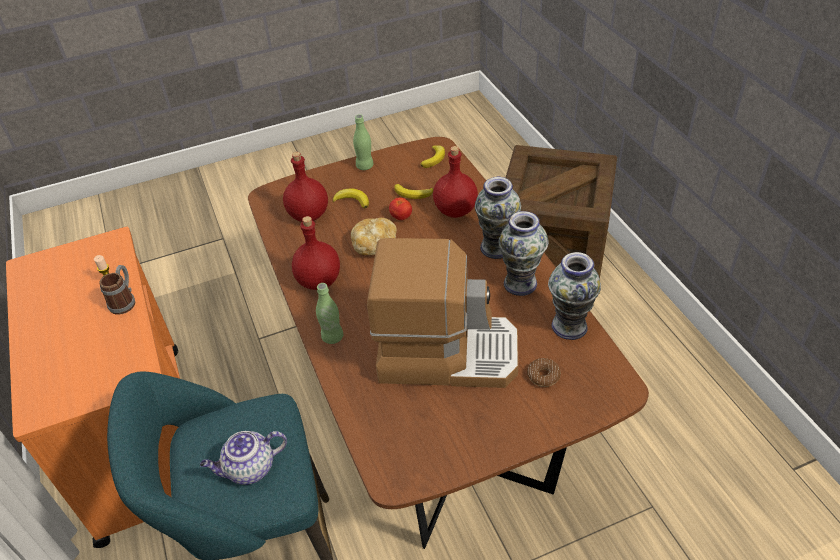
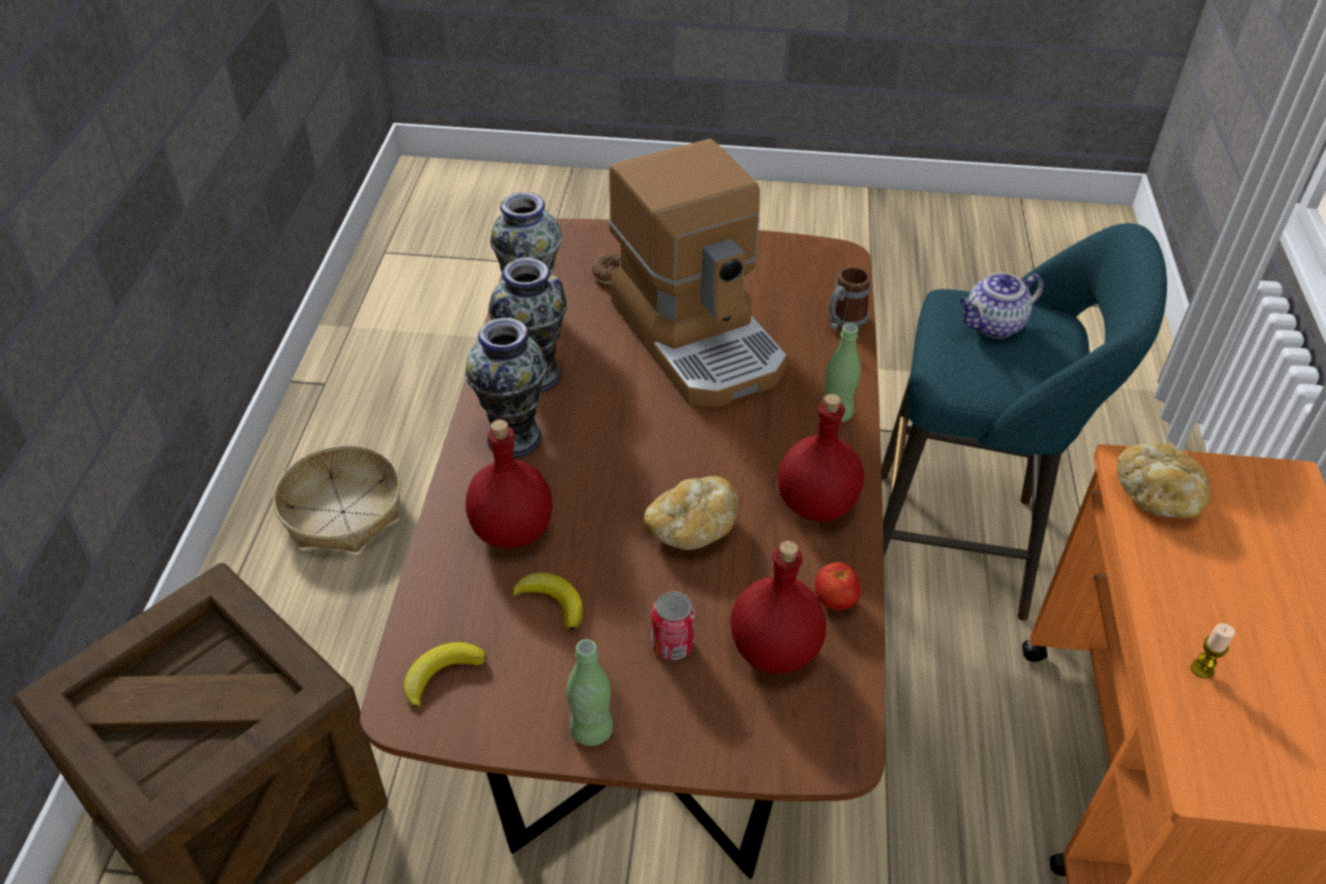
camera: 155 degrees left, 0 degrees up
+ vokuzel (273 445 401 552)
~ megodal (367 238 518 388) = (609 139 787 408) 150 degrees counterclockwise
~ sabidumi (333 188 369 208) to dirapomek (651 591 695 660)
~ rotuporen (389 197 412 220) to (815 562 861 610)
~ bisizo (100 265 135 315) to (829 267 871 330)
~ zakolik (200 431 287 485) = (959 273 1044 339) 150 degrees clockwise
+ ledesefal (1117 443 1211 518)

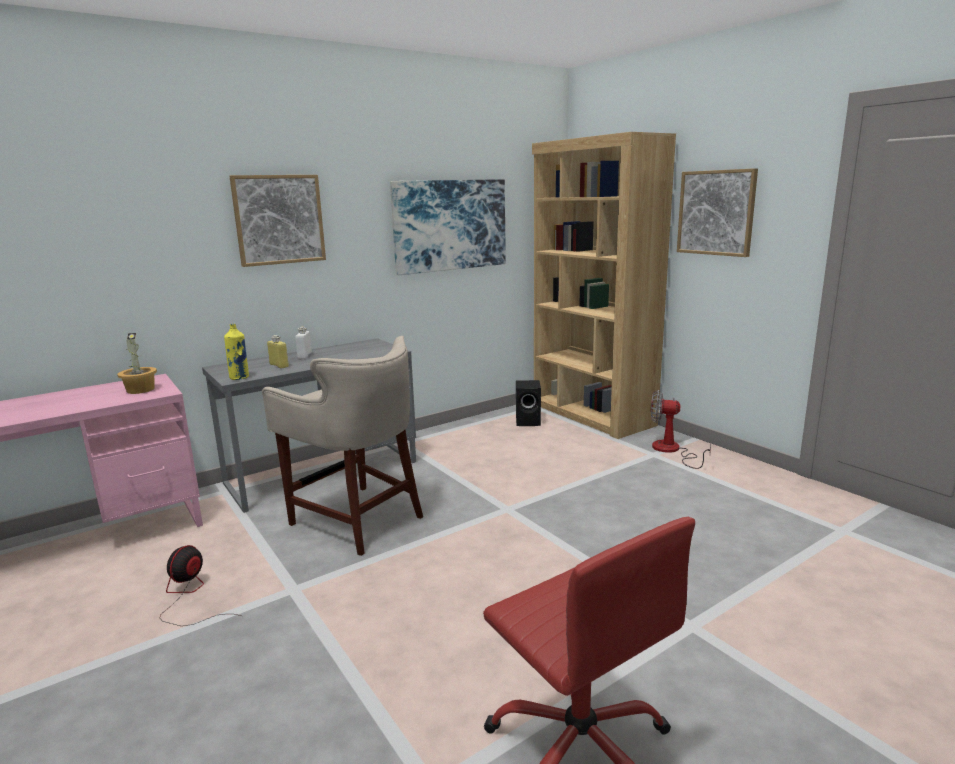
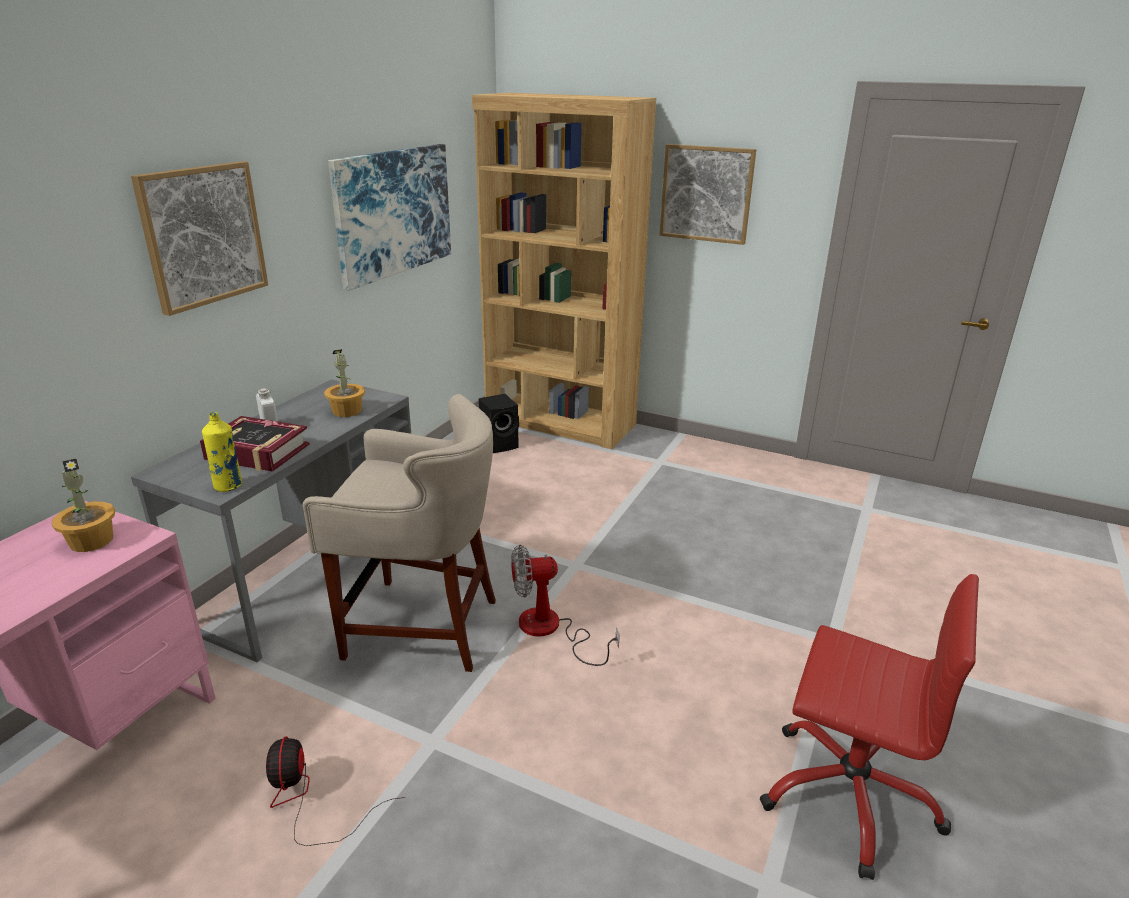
camera: 30 degrees left, 10 degrees up
~ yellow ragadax (267 335 289 369) to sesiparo (200 416 310 472)
+ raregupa (324 349 365 417)
~ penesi (651 390 711 469) to (511 545 620 666)

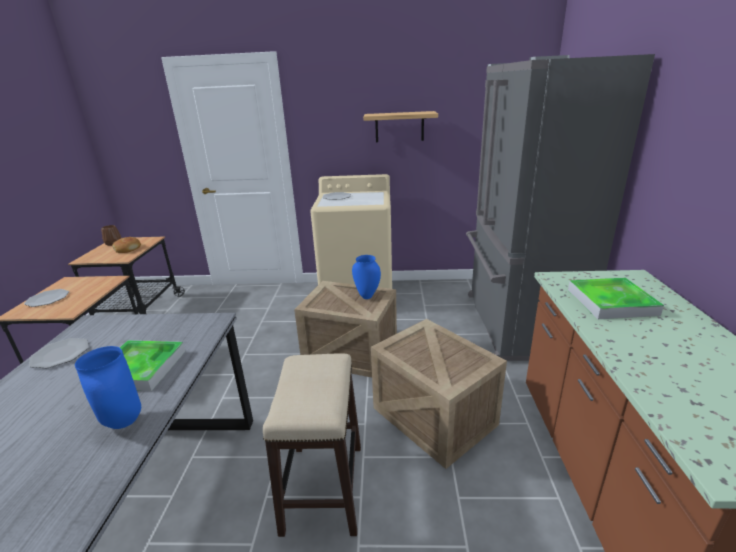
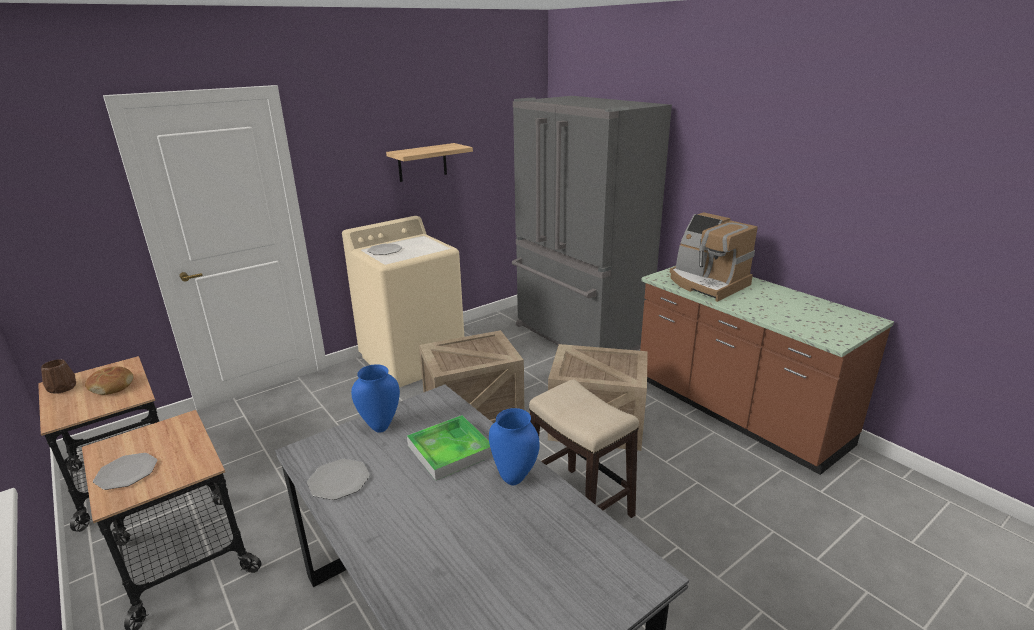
camera: 40 degrees left, 0 degrees up
~ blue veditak (352 255 381 299) to (351 364 400 433)
~ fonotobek (568 278 664 319) to megodal (670 212 758 302)

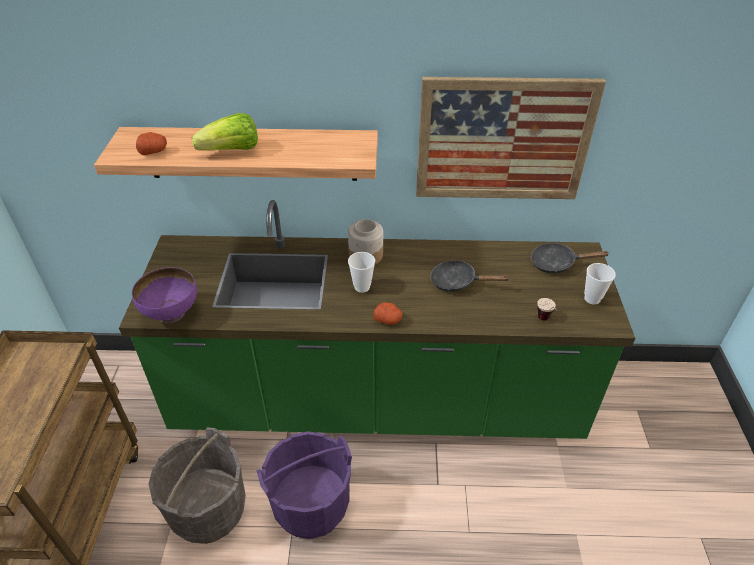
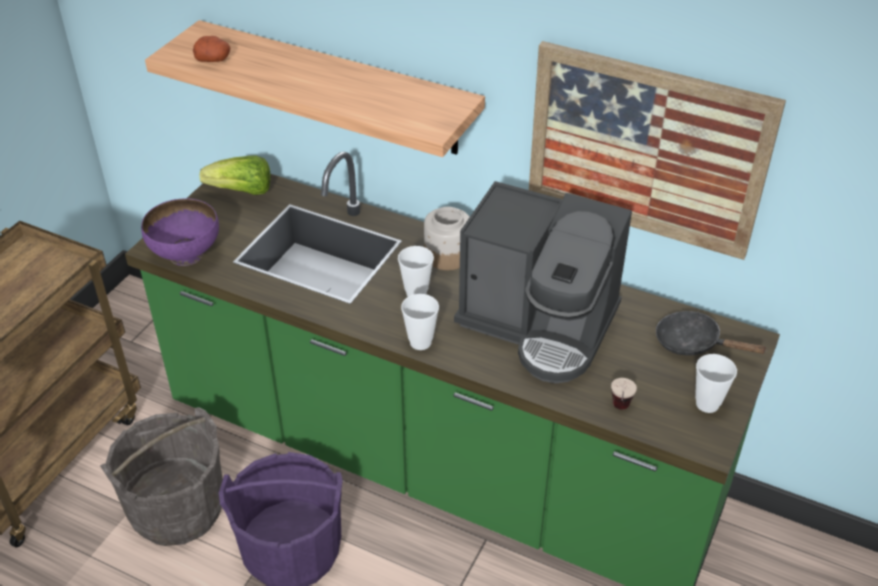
camera: 25 degrees right, 0 degrees up
~ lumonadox (192 113 258 151) to (200 155 271 195)
~ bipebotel (373 302 403 325) to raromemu (401 294 439 350)
~ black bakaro (430 260 510 292) to megodal (454 181 632 383)

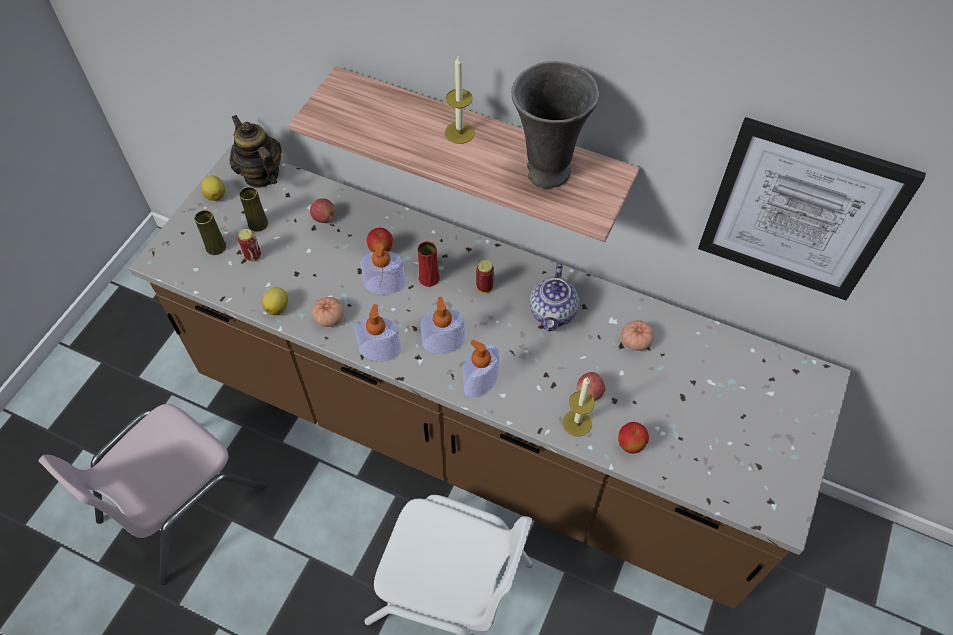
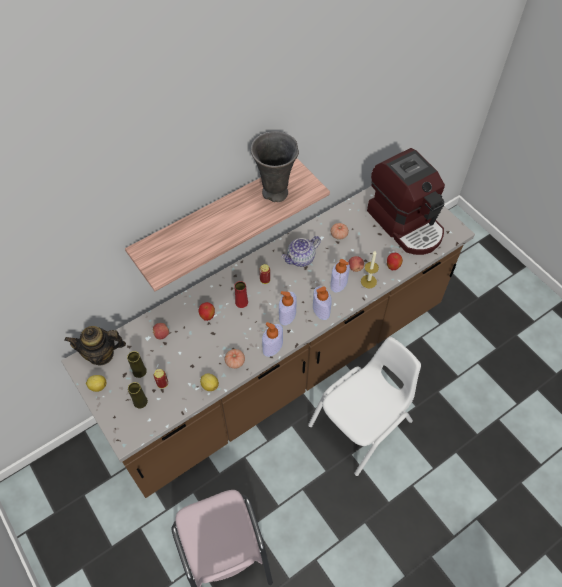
camera: 60 degrees left, 0 degrees up
~ zakolik (530 263 579 331) = (282 236 321 267) 105 degrees clockwise
~ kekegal (360 243 405 295) to (330 259 350 293)
+ megodal (367 148 445 255)
- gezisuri (445 55 475 144)
- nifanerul (698 117 926 301)

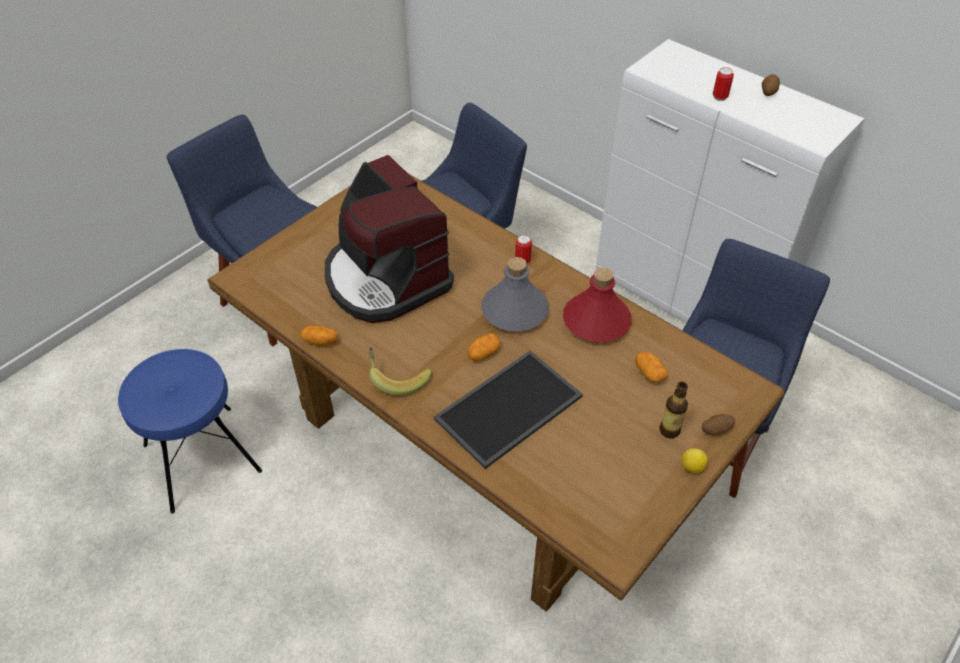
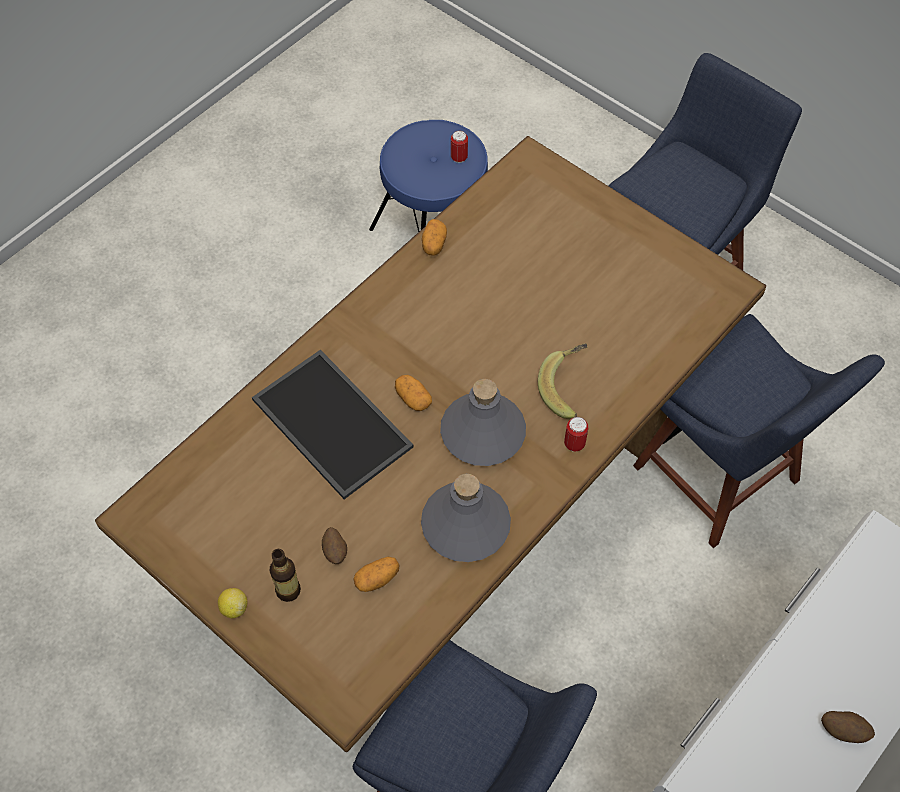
camera: 90 degrees right, 10 degrees up
~ bipebotel (702 414 735 435) to (322 527 347 564)
~ red ragadax (563 267 632 343) to grey ragadax (421 474 511 562)
~ dirapomek (713 67 734 101) to (451 131 468 163)
~ sabidumi (369 347 431 396) to (538 343 588 419)
- megodal (325 155 454 323)

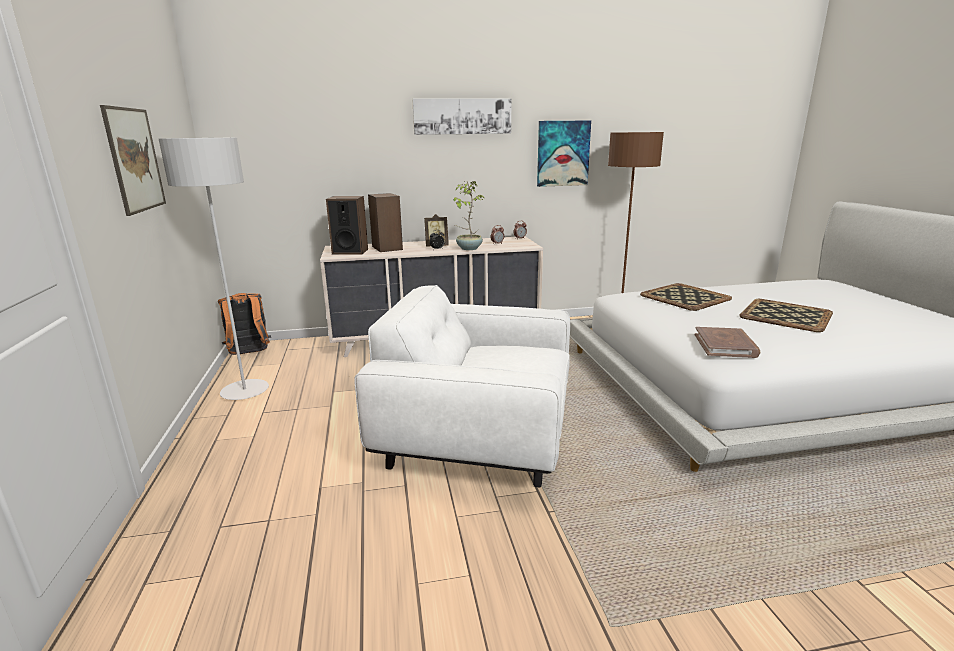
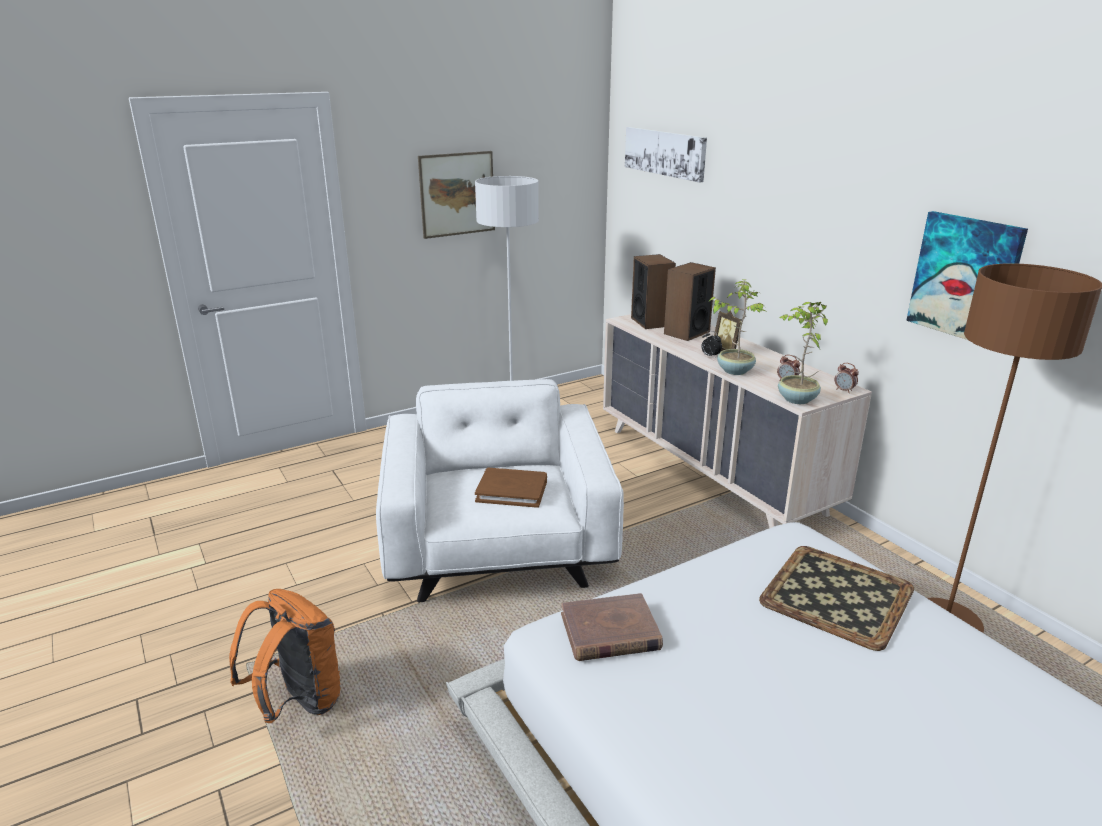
camera: 70 degrees right, 5 degrees up
~ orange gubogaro (218 293 271 355) to (229 589 340 723)
+ brown sesiparo (475 468 547 508)
~ nifanerul (412 98 512 135) to (625 127 707 183)
+ raregupa (778 302 828 404)
- fonotobek (739 299 833 332)

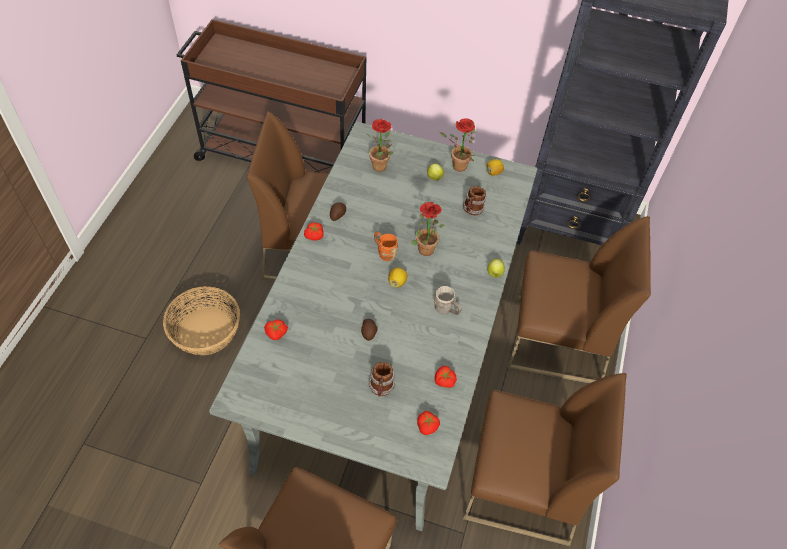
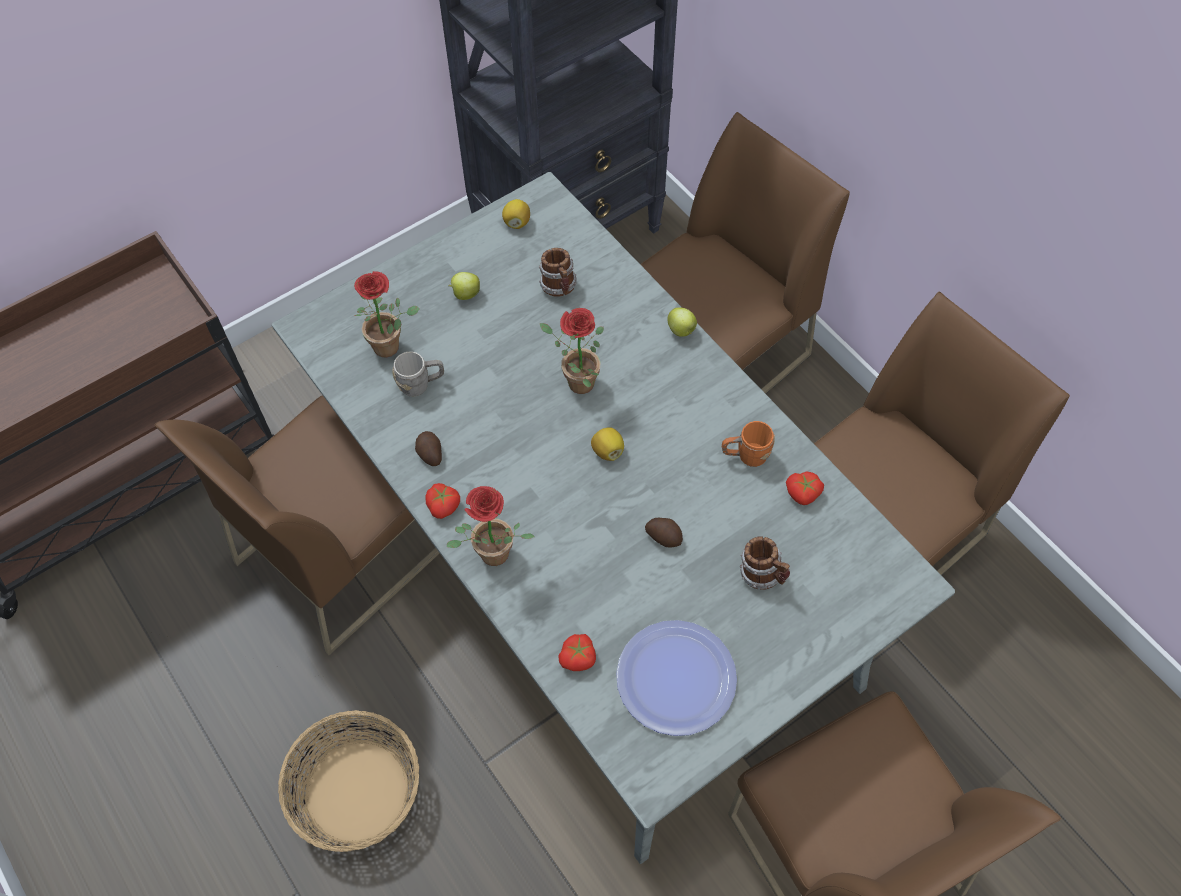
camera: 50 degrees left, 5 degrees up
~ grey bisizo (434 286 462 315) to (392 351 444 397)
~ raregupa (440 118 475 172) to (447 486 535 566)
+ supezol (616 620 737 736)
~ orange bisizo (374 232 398 261) to (722 421 775 467)
- rotuporen (417 411 440 435)

